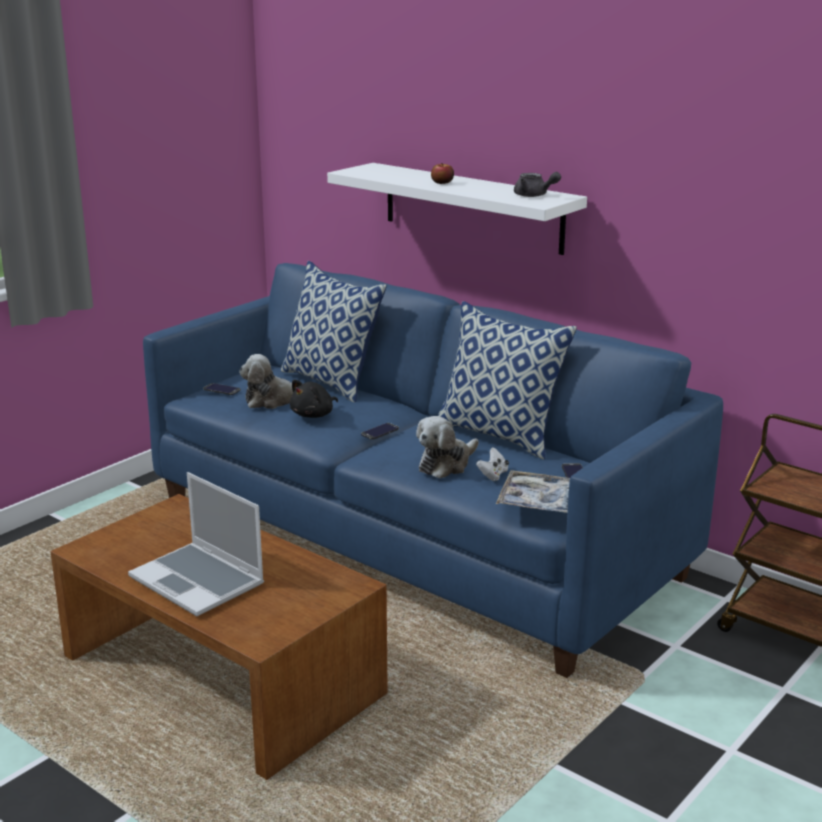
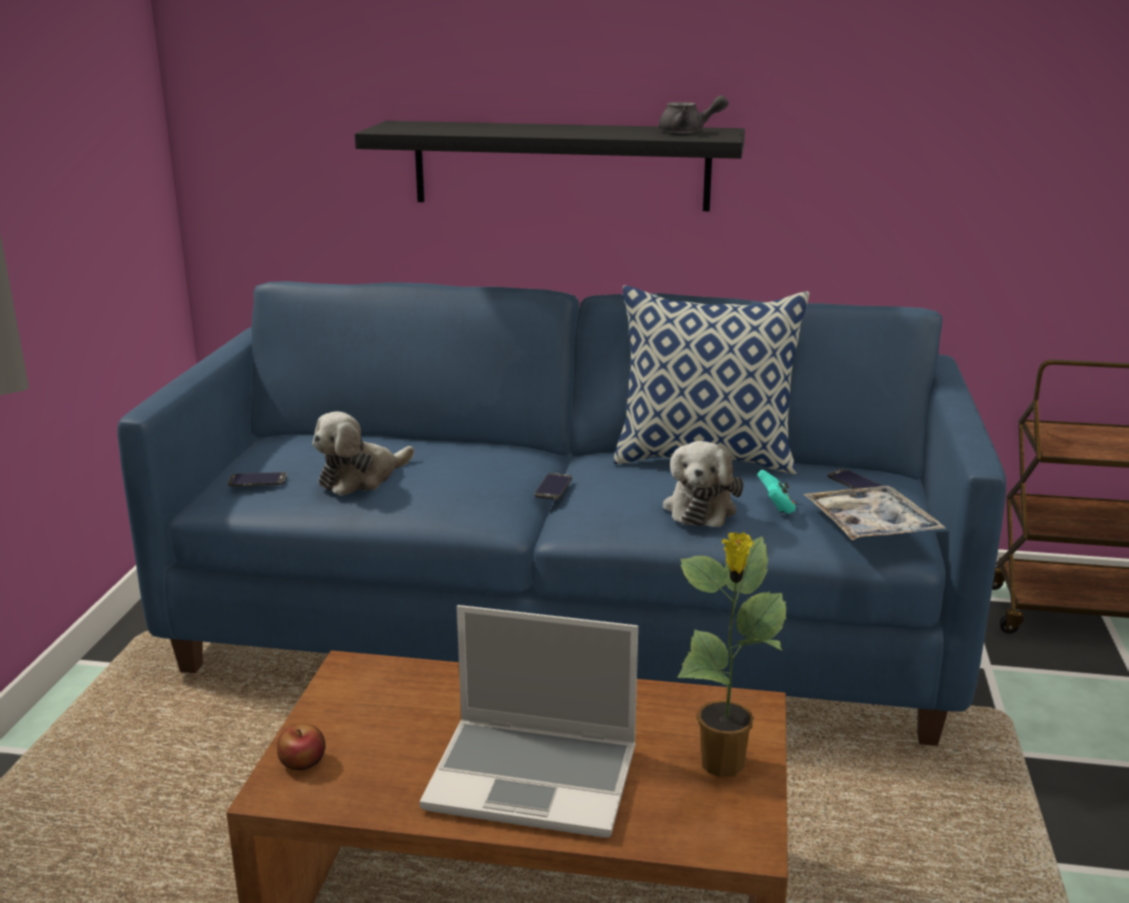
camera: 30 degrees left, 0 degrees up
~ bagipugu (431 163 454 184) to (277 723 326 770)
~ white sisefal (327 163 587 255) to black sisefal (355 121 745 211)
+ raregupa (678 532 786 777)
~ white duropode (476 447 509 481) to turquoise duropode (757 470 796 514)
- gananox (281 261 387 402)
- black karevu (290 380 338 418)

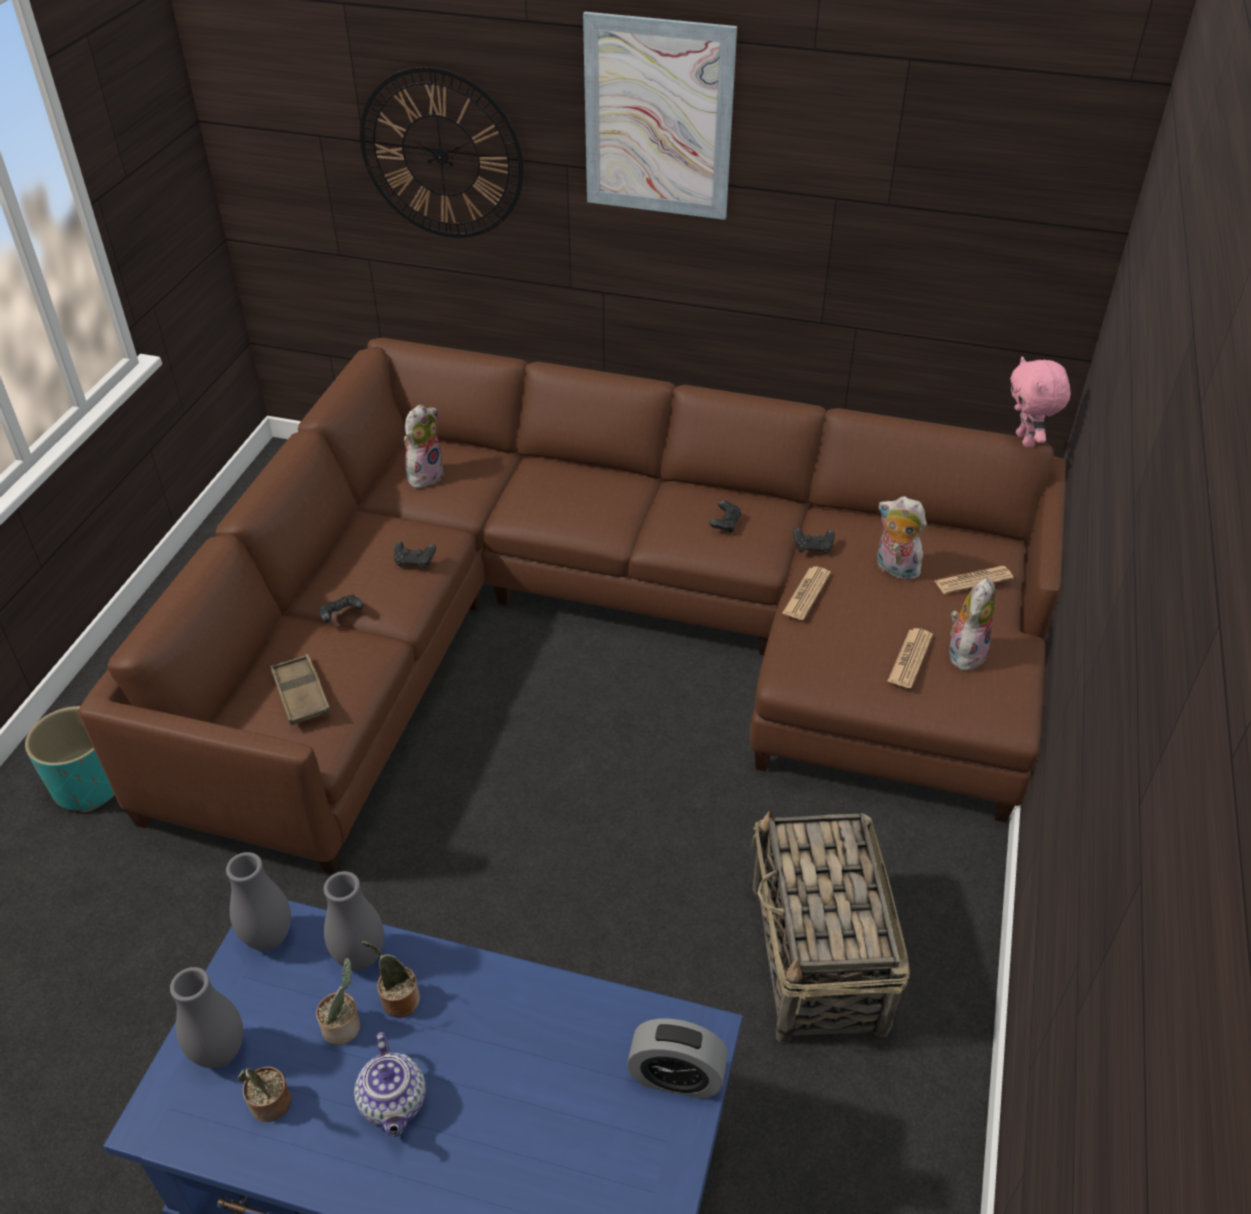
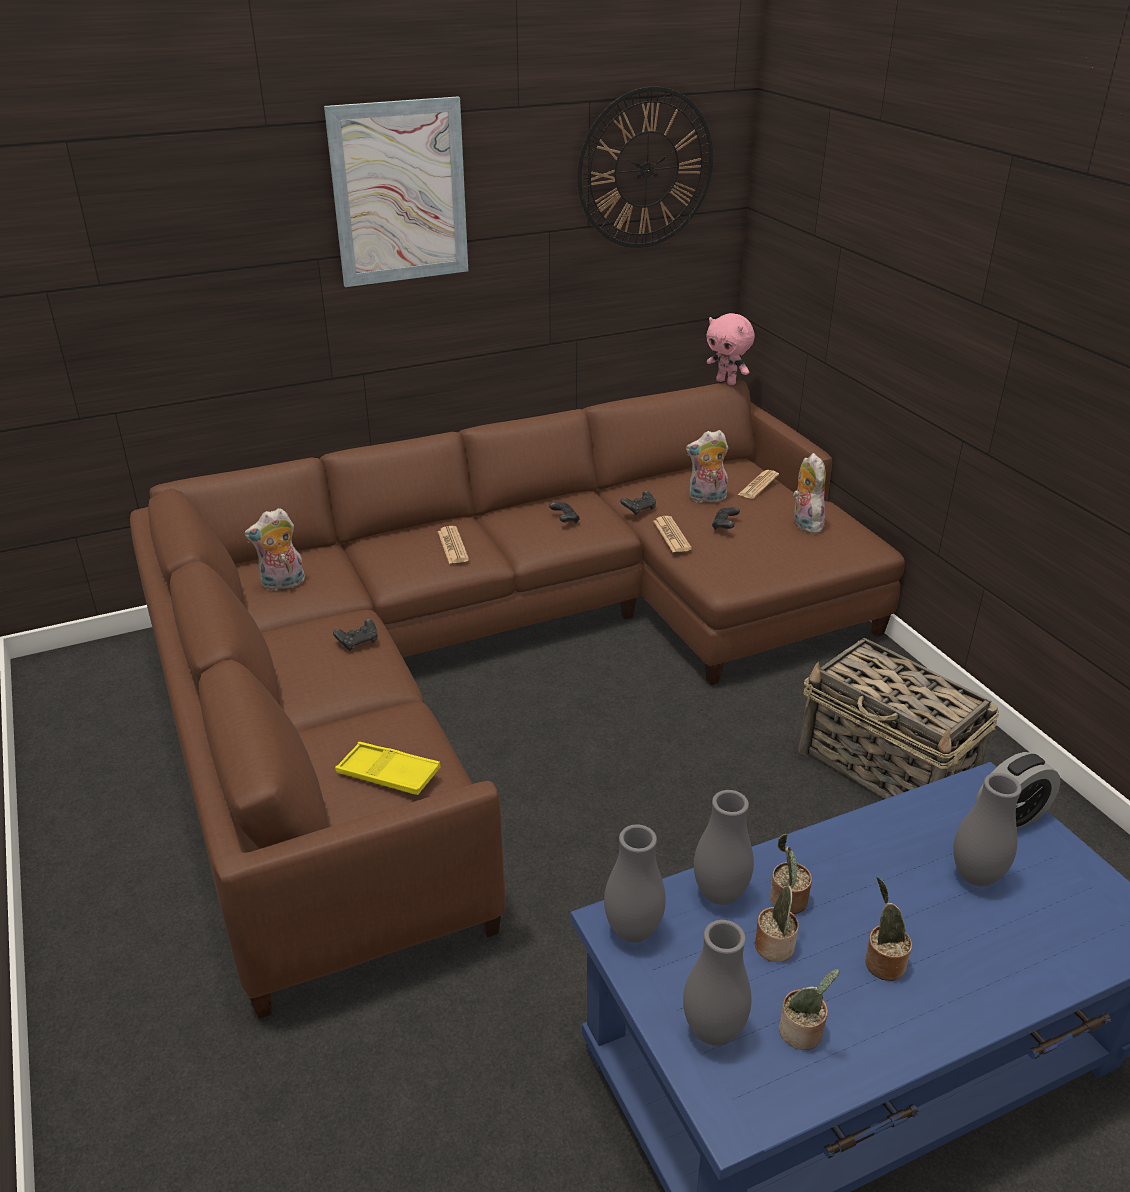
camera: 40 degrees left, 10 degrees down
~ karevu (404 404 445 488) = (244 508 305 591) 105 degrees counterclockwise
~ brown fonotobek (270 654 331 725) to yellow fonotobek (335 742 441 795)
~ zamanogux (887 628 933 688) to (438 526 469 564)
~ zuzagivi (360 67 524 238) to (577 86 713 248)
~ black duropode (319 594 364 623) to (712 507 740 530)
~ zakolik (354 1032 426 1137) to raregupa (865 877 912 981)
+ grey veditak (953 773 1022 886)
- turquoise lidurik (25 706 115 812)

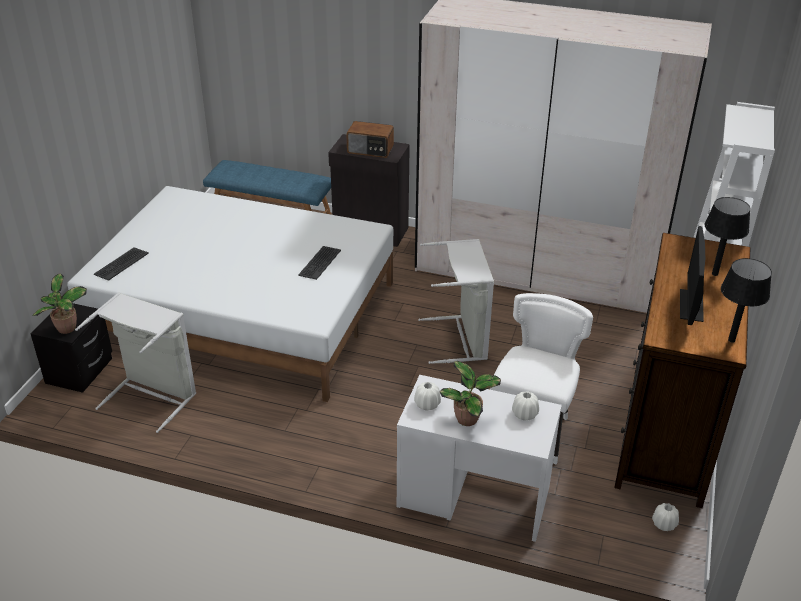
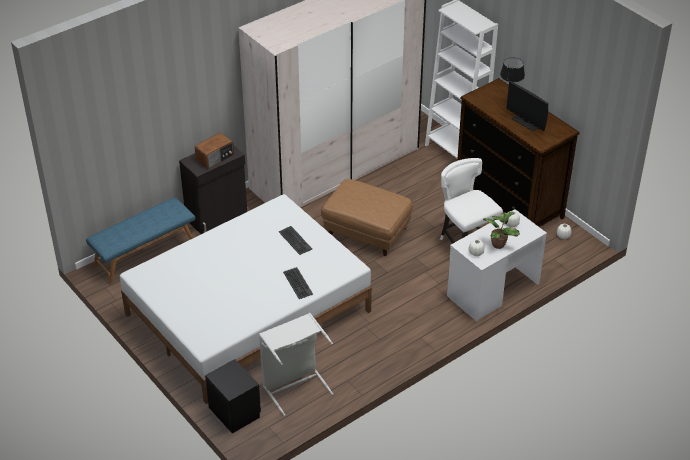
camera: 55 degrees left, 5 degrees up
~ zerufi (94 247 149 281) to (283 267 313 299)
~ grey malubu (418 239 494 364) to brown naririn (321 179 413 256)
- raregupa (33 273 87 334)
- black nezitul (721 258 772 343)

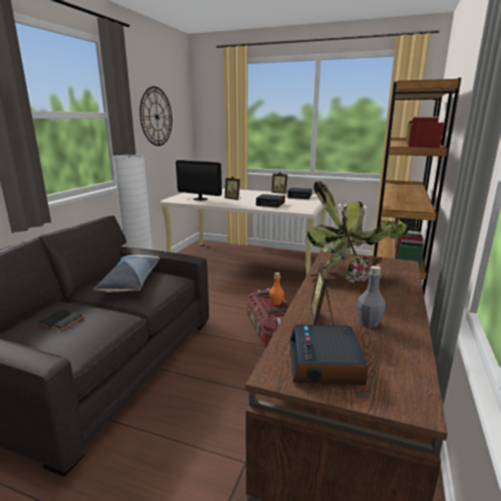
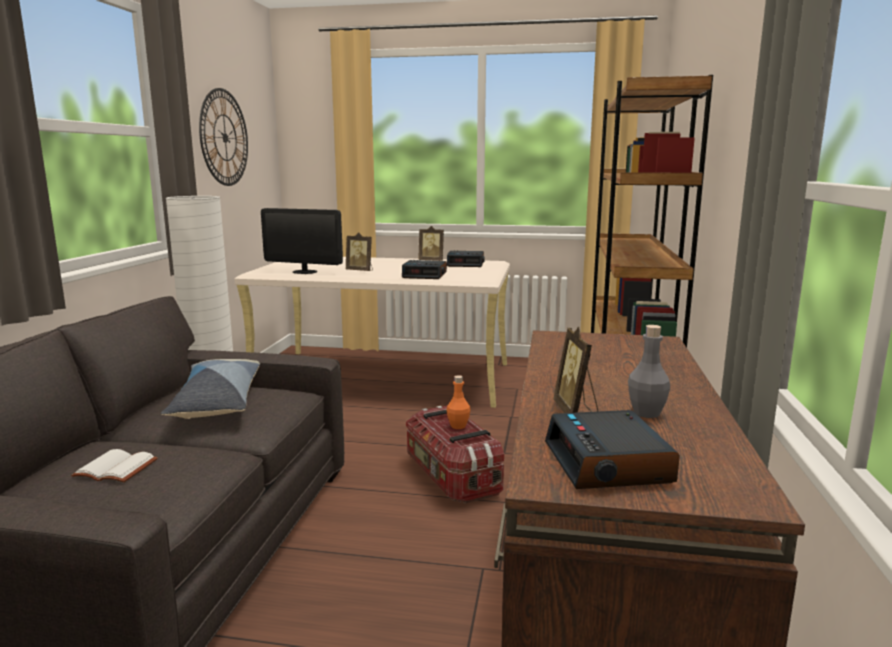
camera: 10 degrees left, 5 degrees down
~ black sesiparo (37 309 85 331) to white sesiparo (71 449 158 482)
- raregupa (307 181 410 283)

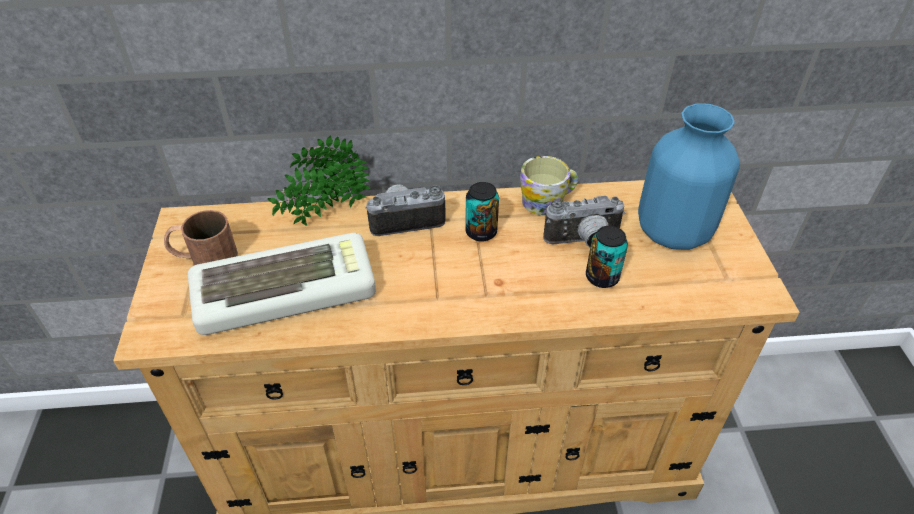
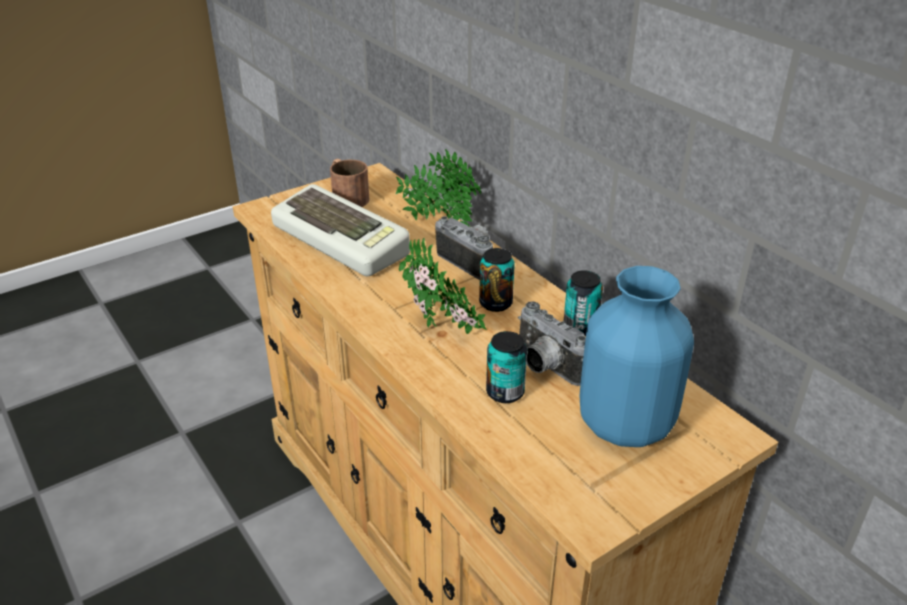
camera: 60 degrees right, 10 degrees down
+ raregupa (399 238 487 334)
~ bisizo (520 156 578 215) to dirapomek (564 270 603 336)

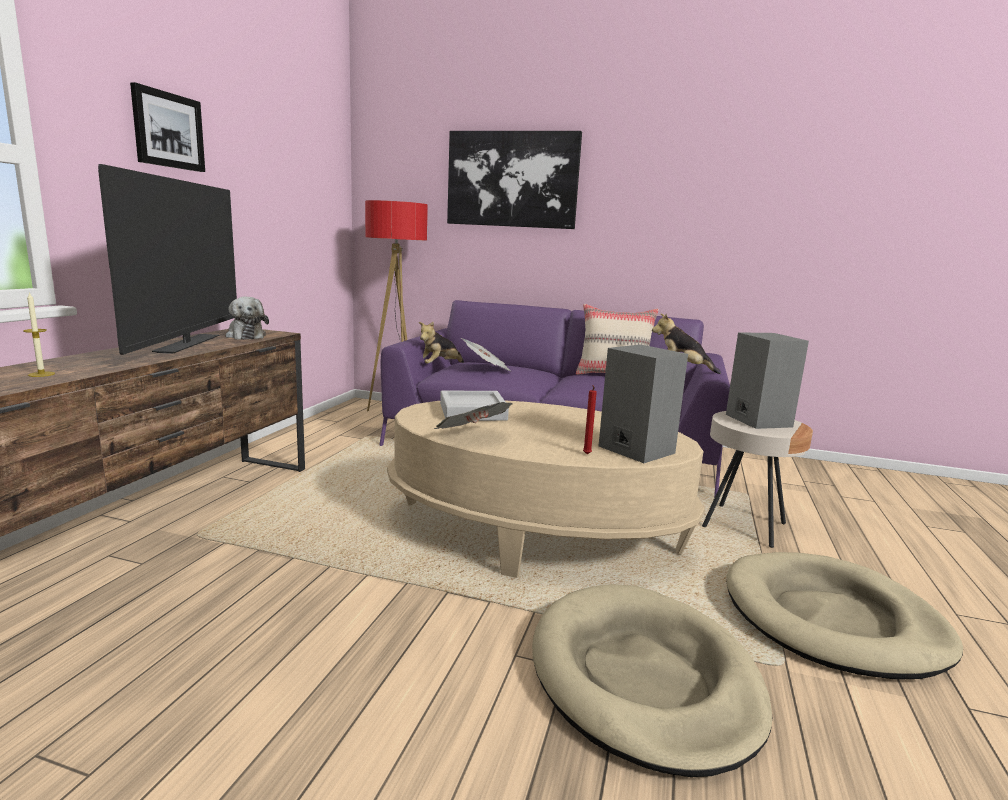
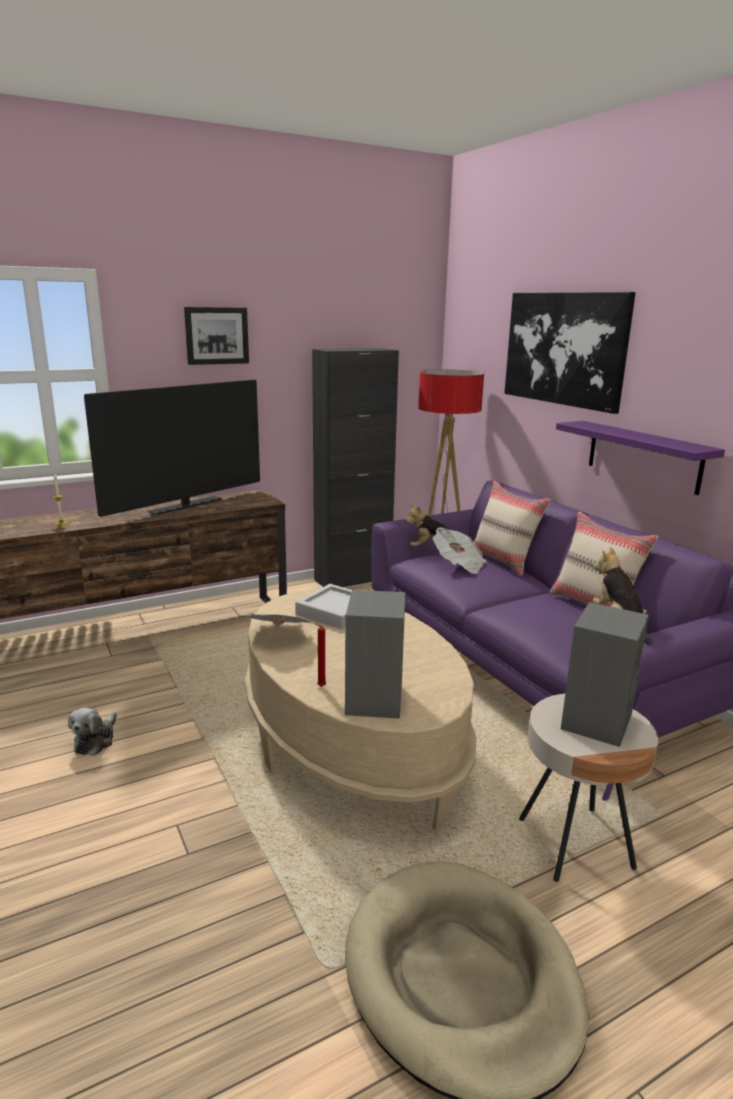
camera: 45 degrees right, 5 degrees up
~ karevu (225 297 269 340) to (68 708 117 756)
+ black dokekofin (312 348 399 587)
+ beige gananox (474 481 551 576)
+ purple sisefal (556 421 725 495)
- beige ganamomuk (532 584 772 777)

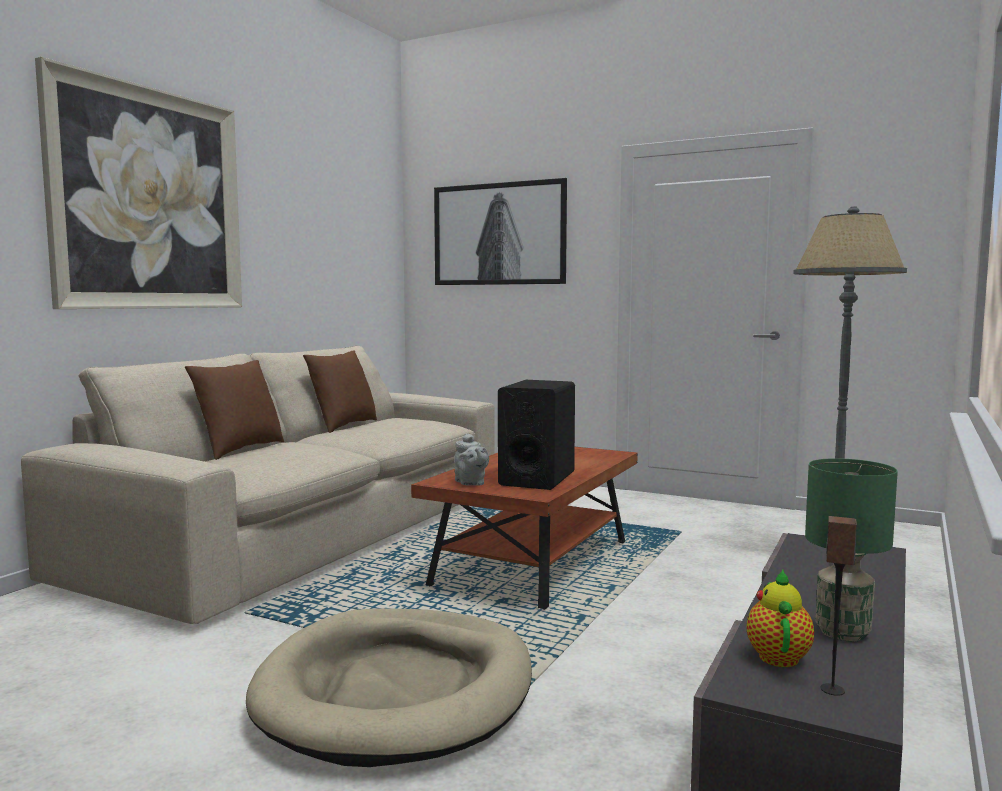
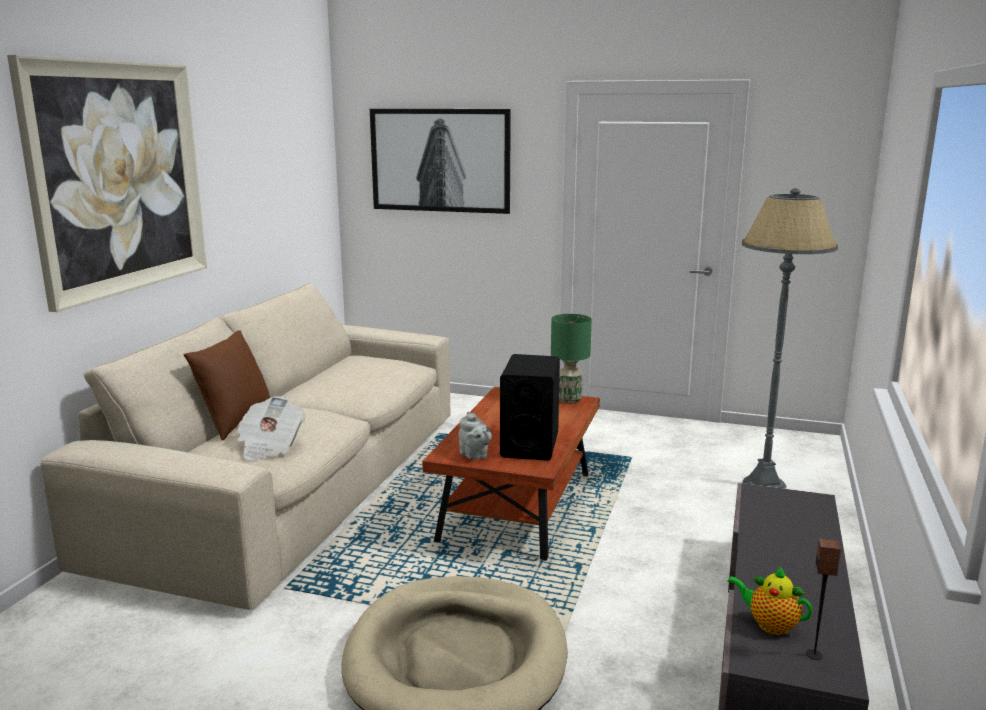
camera: 10 degrees left, 10 degrees up
+ zamanogux (237 396 306 460)
~ green nezitul (805 458 898 642) to (551 314 592 403)
~ zakolik (746 569 814 667) = (727 567 812 635) 60 degrees counterclockwise
- brown gananox (303 351 377 433)

